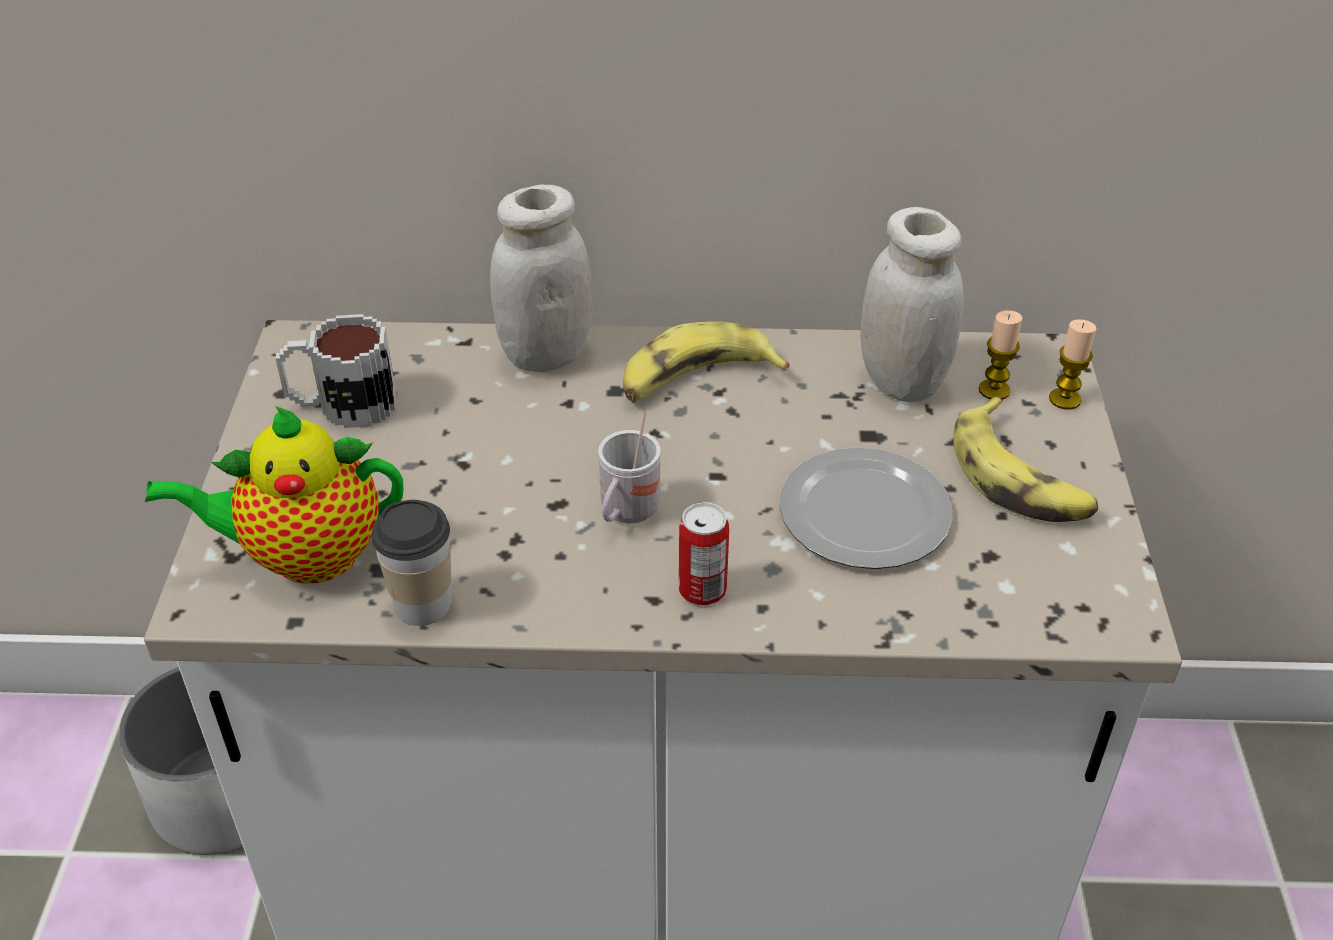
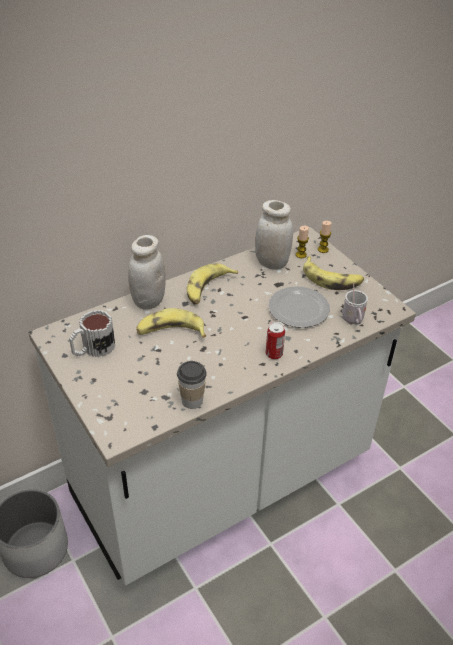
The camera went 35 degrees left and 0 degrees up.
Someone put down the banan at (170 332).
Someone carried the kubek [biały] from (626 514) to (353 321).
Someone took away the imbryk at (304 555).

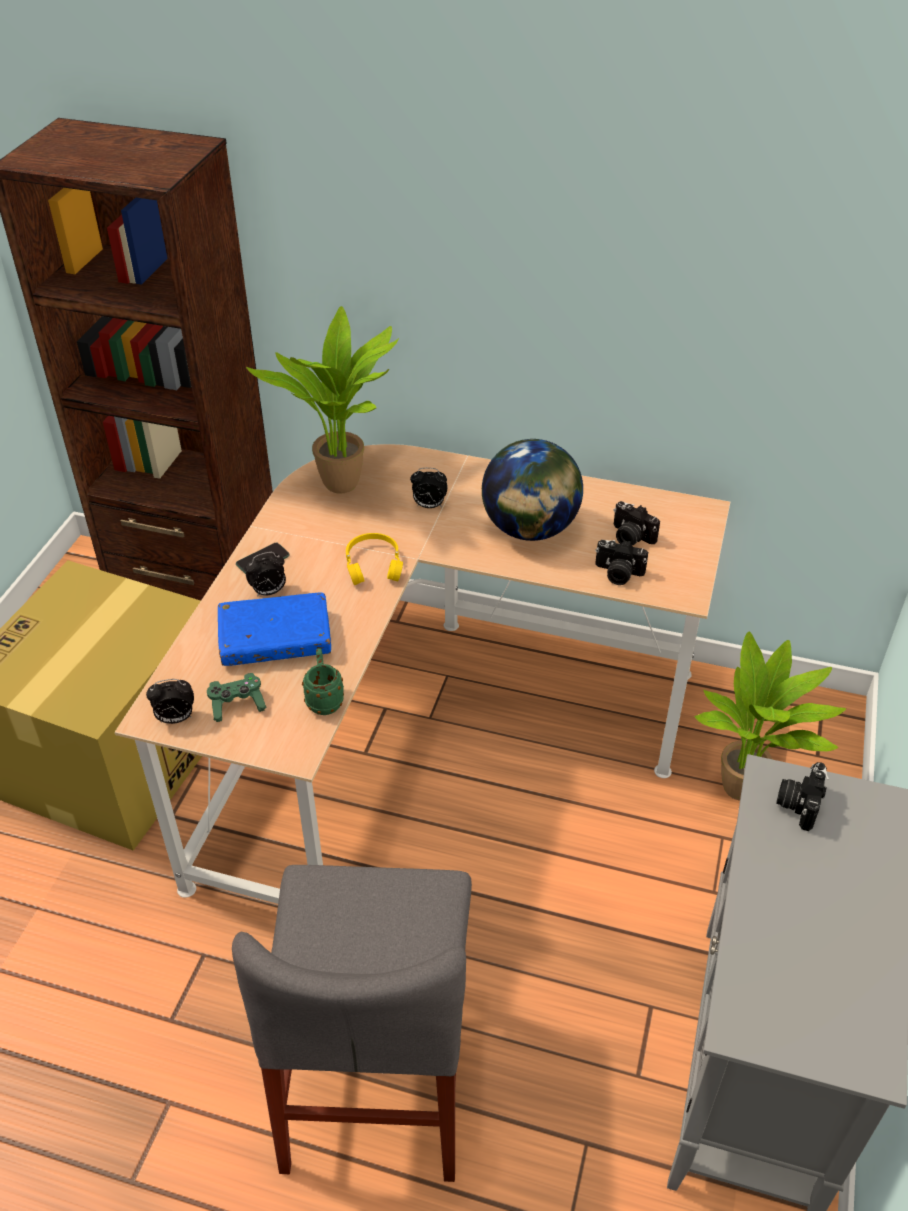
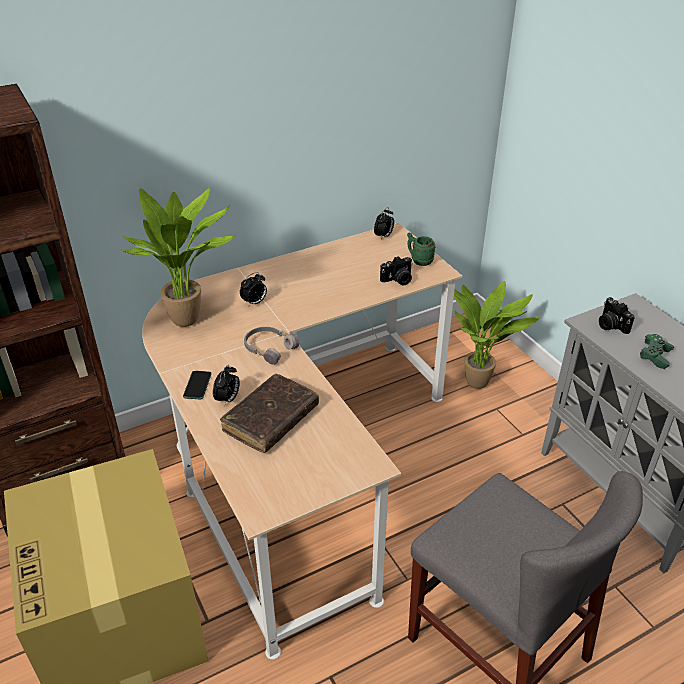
The camera went 45 degrees left and 5 degrees down.
Someone repainted the książka [niebieski] at (275 639), which became the książka [brązowy] at (271 420).
Someone repainted the słuchawki [żółty] at (374 565), which became the słuchawki [szary] at (269 348).
Someone carried the budzik from (175 718) to (383 236).
Someone carried the kubek [zielony] from (324 699) to (419 260).
Someone carried the pad do gier [zielony] from (237 704) to (655 356).
Someone took away the globus at (530 529).
Someone took away the aparat fotograficzny at (630 537).

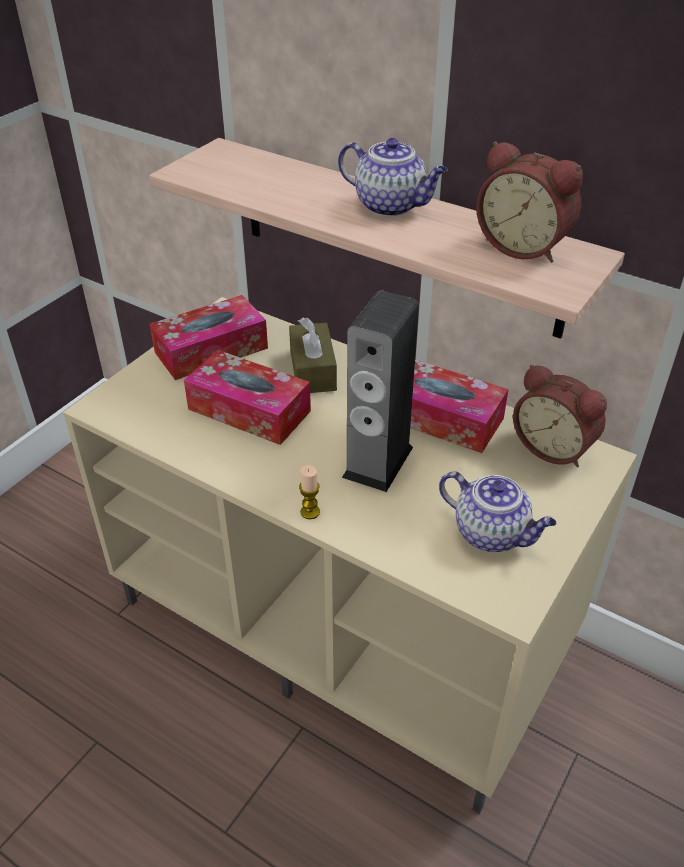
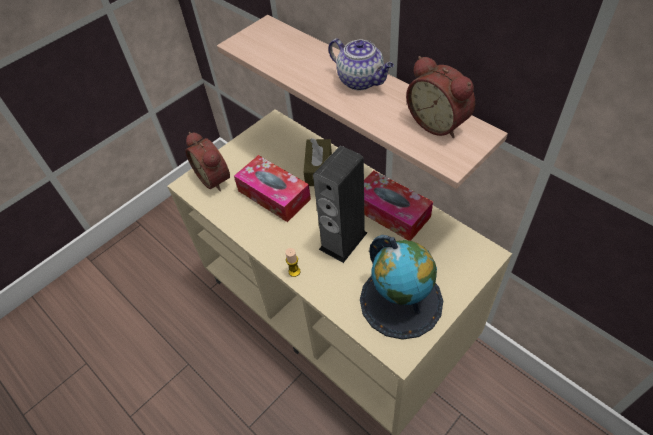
The camera went 15 degrees right and 10 degrees up.
Someone carried the budzik from (554 447) to (215 178).
Someone swapped the imbryk at (492 534) for the globus at (401 300).
Someone took away the pudełko chusteczek at (211 350).

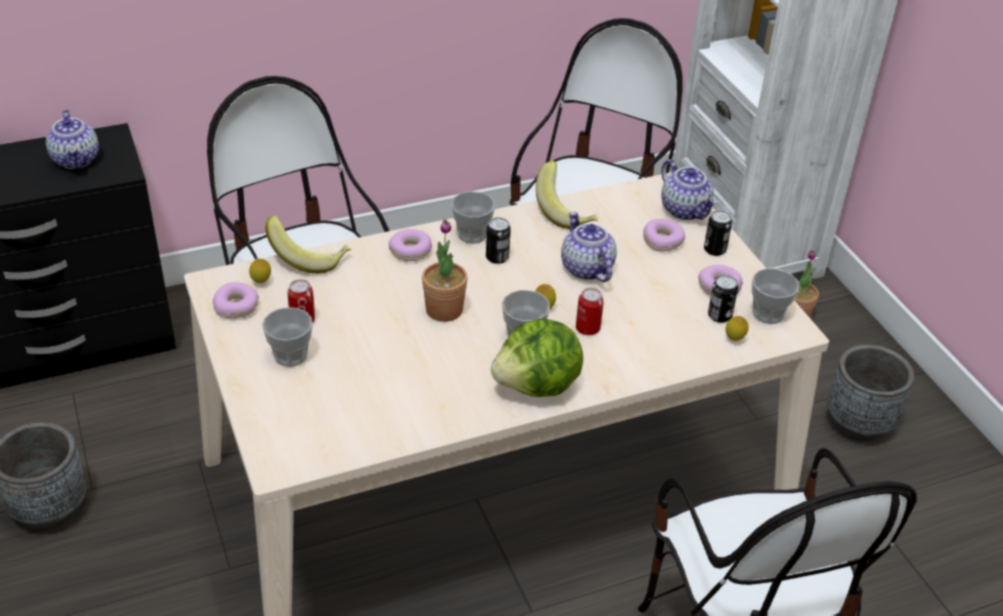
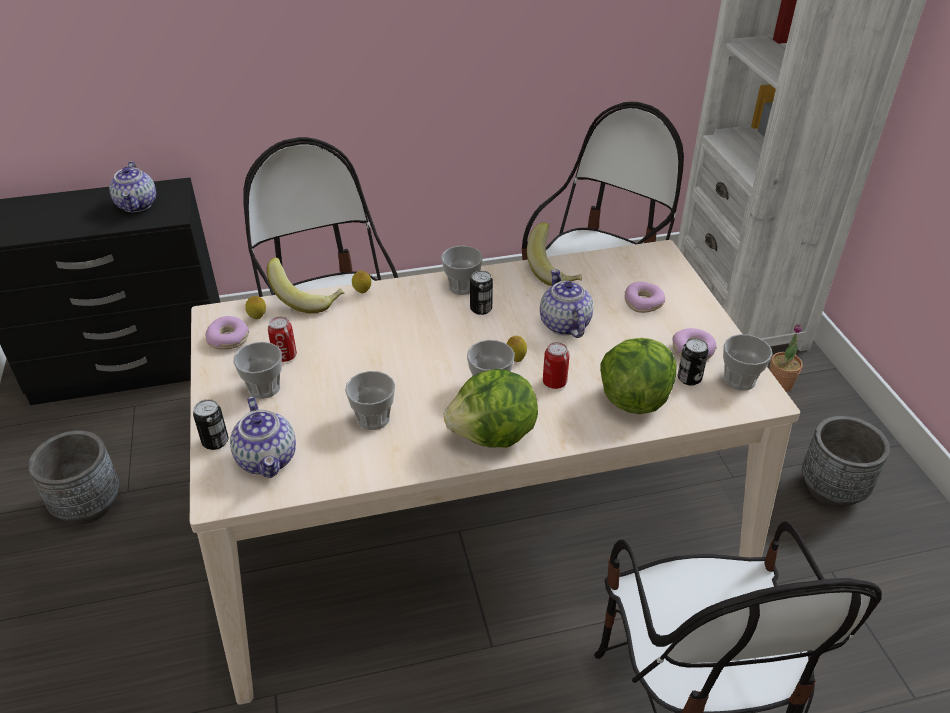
The camera went 10 degrees right and 0 degrees up.
Someone carried the puszka from (714 250) to (215 441).
Someone carried the imbryk from (686 210) to (268 459).
Someone put down the filiżanka at (373 418).
Someone carried the cytryna from (734 340) to (362 293).
Someone put down the sałata at (634 398).
Someone took away the donut at (410 251).
Someone took away the roślina doniczkowa at (444 310).

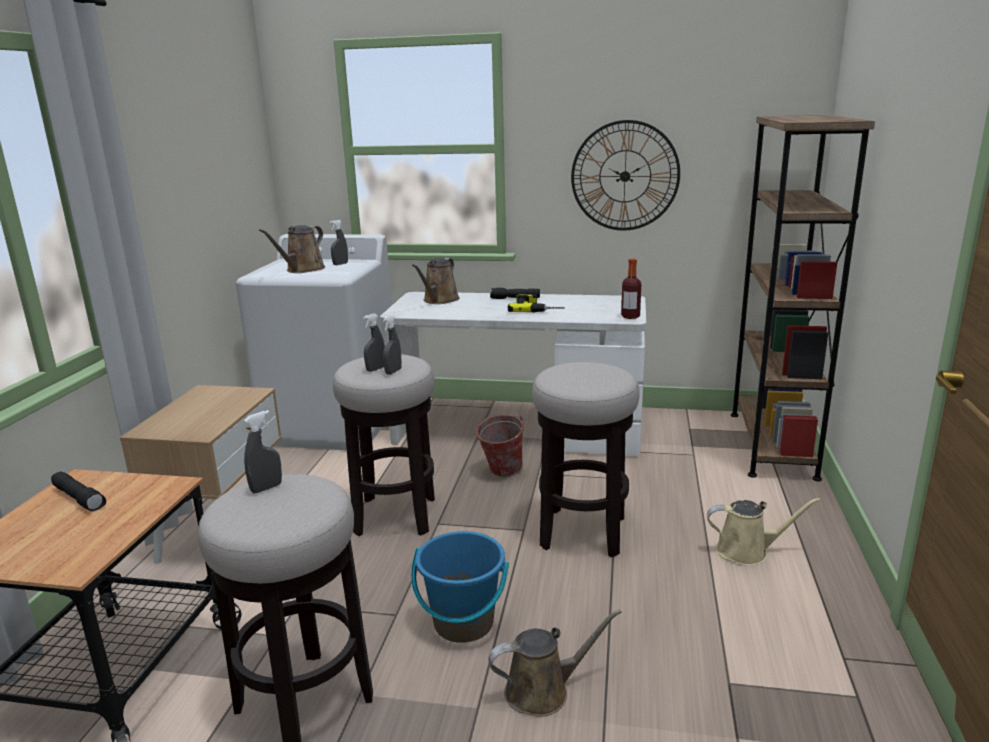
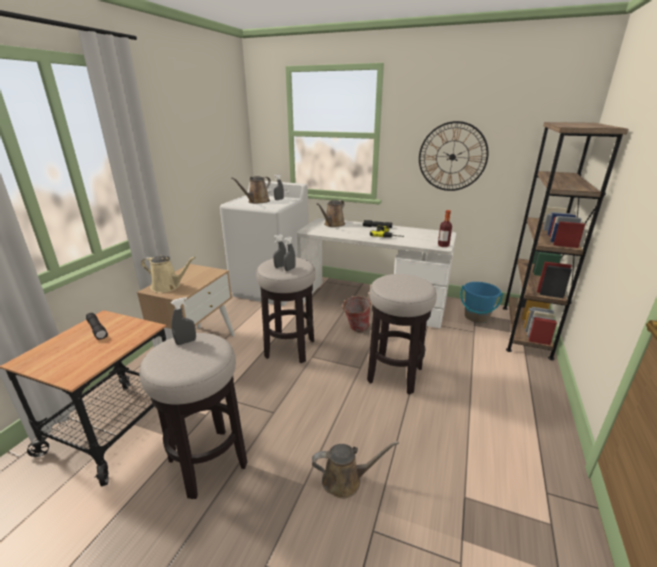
The camera went 10 degrees right and 5 degrees up.
Someone carried the konewka [beżowy] from (747 551) to (168 286).
Someone carried the wiadro [niebieski] from (463 623) to (476 317).

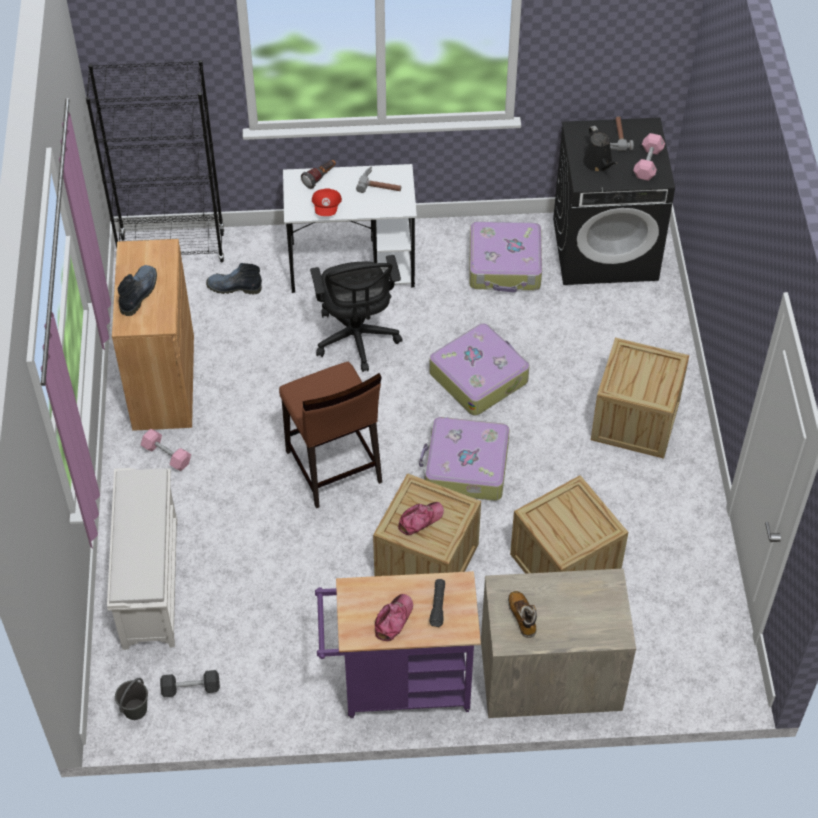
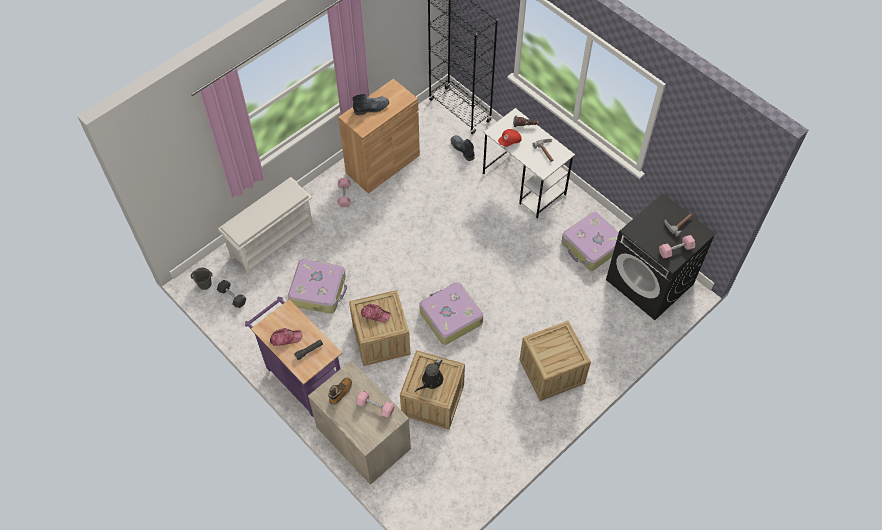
The camera went 50 degrees right and 5 degrees up.
Someone carried the walizka from (479 376) to (318 290).
Someone put down the hantel [różowy] at (375 406).
Someone carried the konewka [czarny] from (598 164) to (431 381).
Someone took away the stołek [brązowy] at (333 468).
Someone took away the krzesło biurowe [czarny] at (357 339).

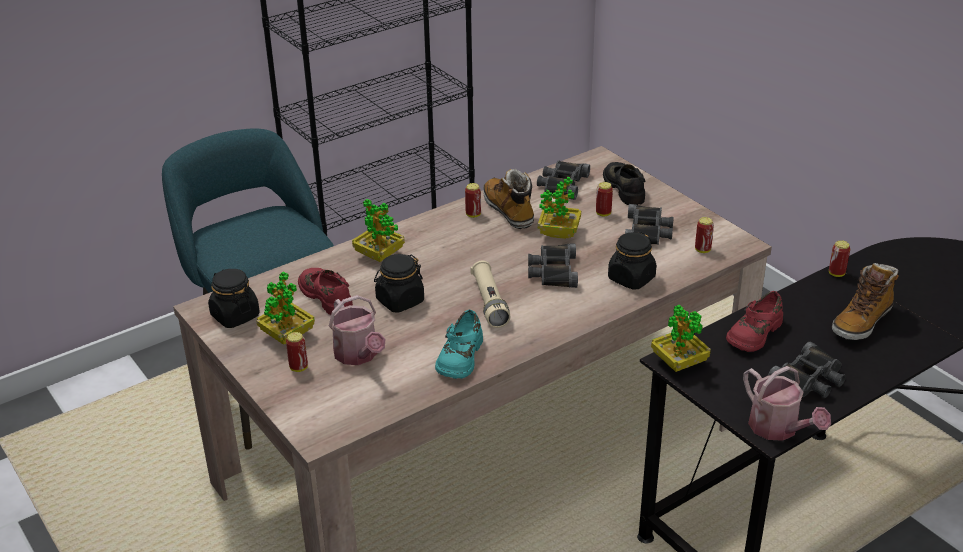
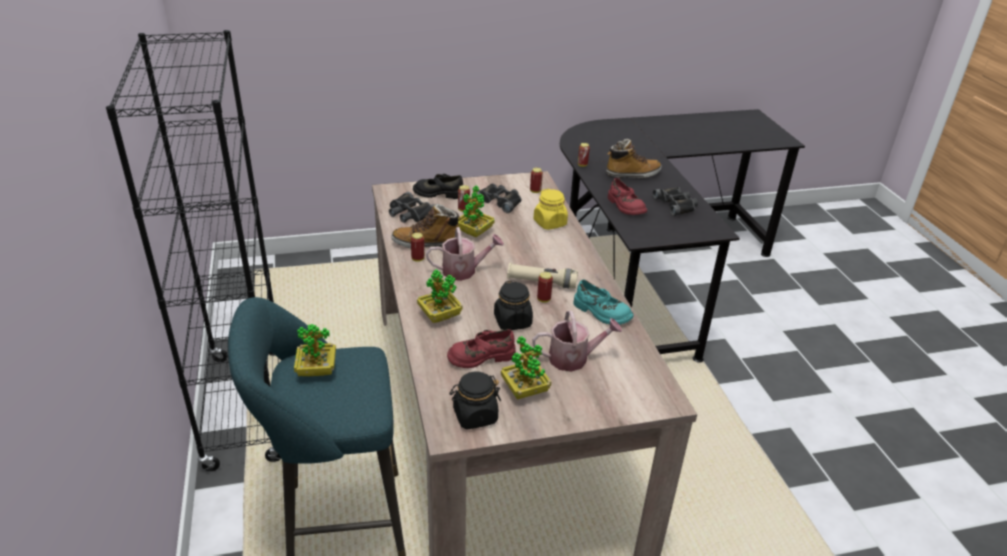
The camera went 70 degrees left and 0 degrees up.
Someone carried the roślina doniczkowa from (679 363) to (317 370).
Someone carried the konewka from (778 429) to (464 270).
Someone repainted the słoik [czarny] at (631 279), which became the słoik [żółty] at (550 223).
Someone carried the puszka from (298 368) to (543 299).
Someone rotated the but z cholewką at (861 322) by 75 degrees counterclockwise.
Someone took away the lornetka [czarny] at (553 271).

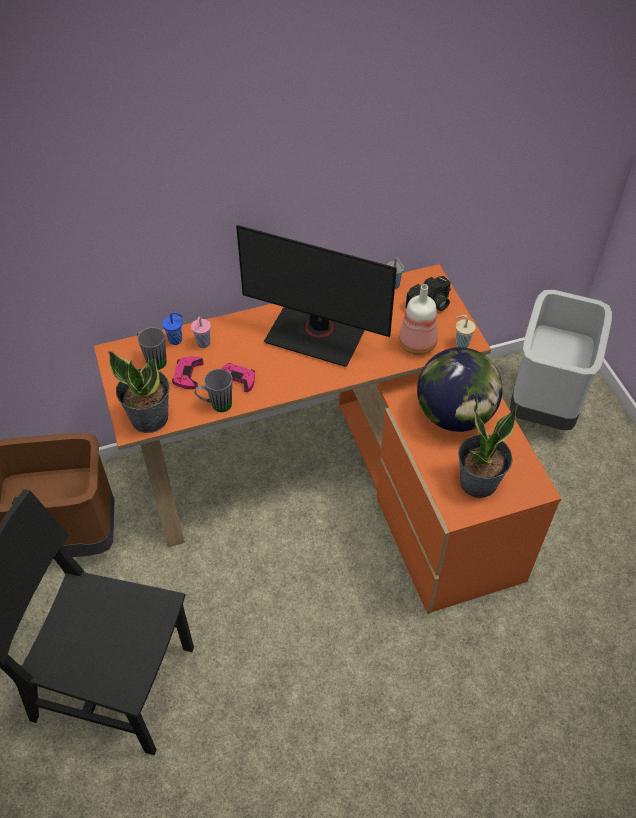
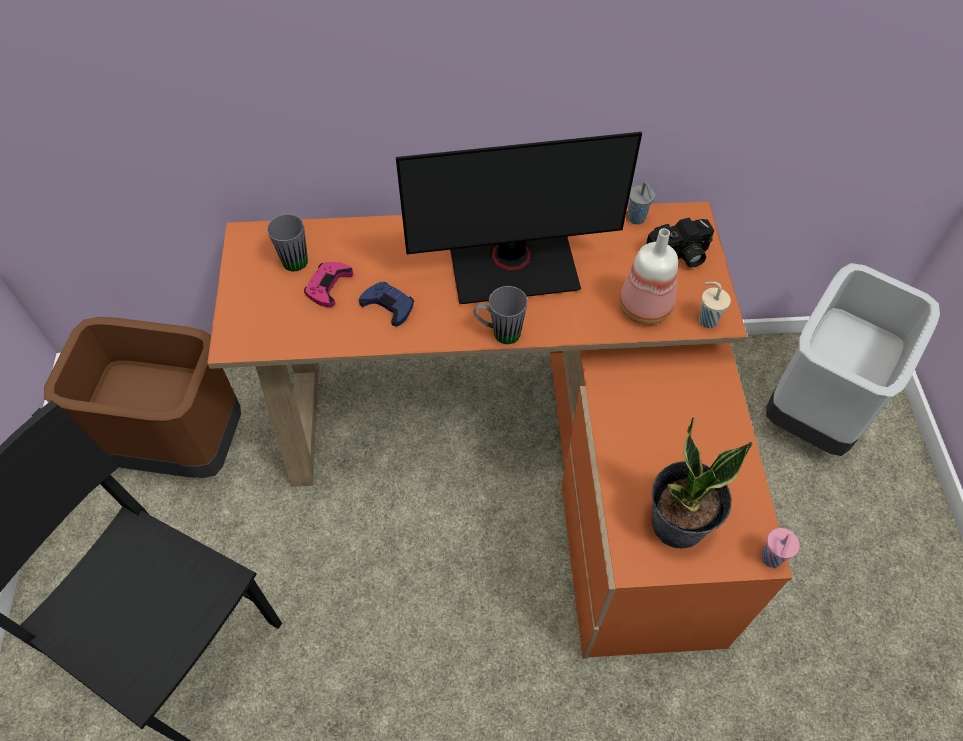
The camera went 15 degrees right and 5 degrees up.
Someone repainted the pad do gier [różowy] at (236 379), which became the pad do gier [niebieski] at (388 305).
Someone rotated the monitor at (316 334) by 45 degrees counterclockwise.
Someone carried the kubek [szary] from (216 405) to (499 333).
Someone carried the filiżanka [różowy] from (203 344) to (771 559).
Someone took away the roślina doniczkowa at (149 417).
Someone took away the filiżanka [niebieski] at (176 340).
Someone took away the globus at (454 415).

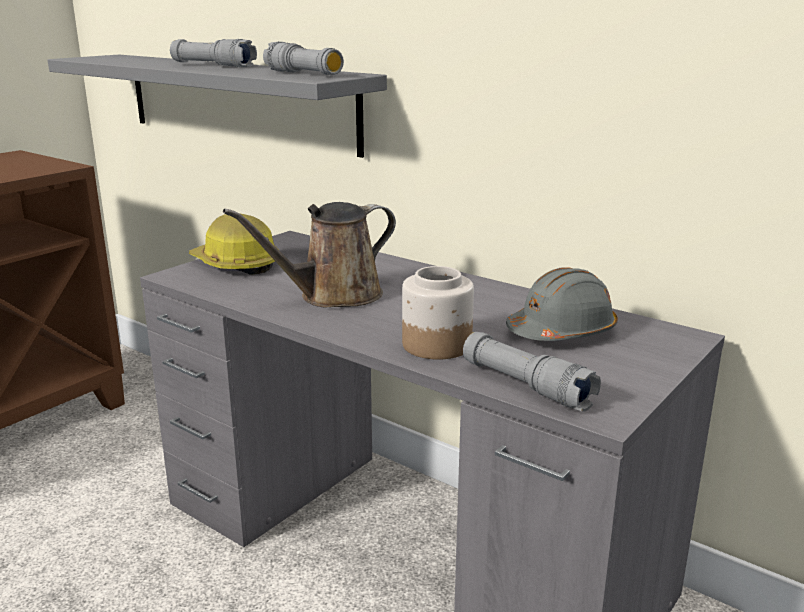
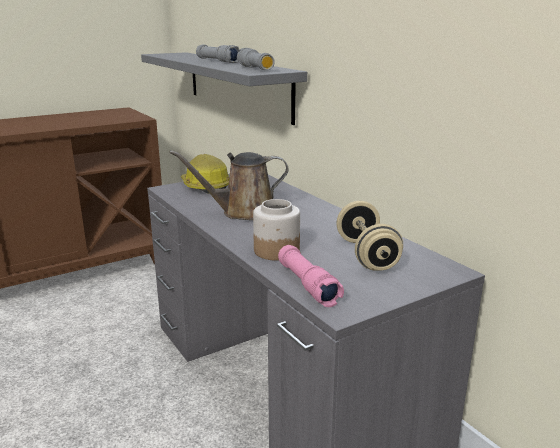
The camera went 20 degrees right and 0 degrees up.
Someone repainted the latarka [szary] at (526 386), which became the latarka [różowy] at (307 285).
Someone swapped the kask [szary] at (562 332) for the hantel [beżowy] at (366 255).

